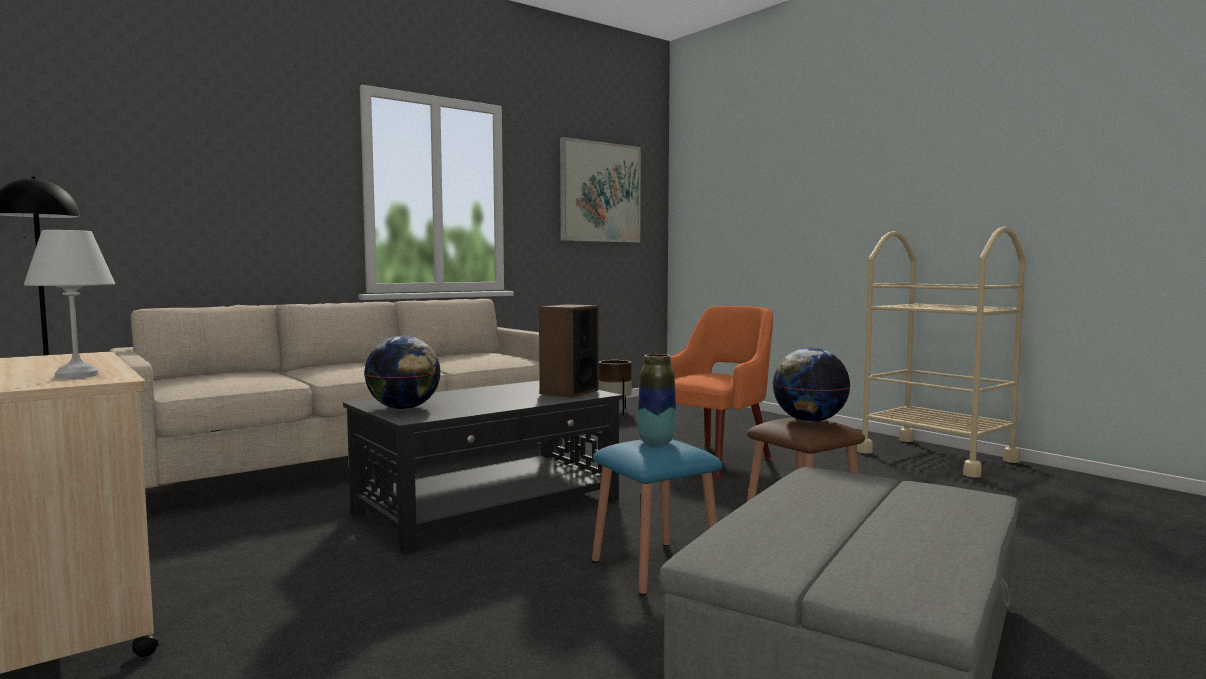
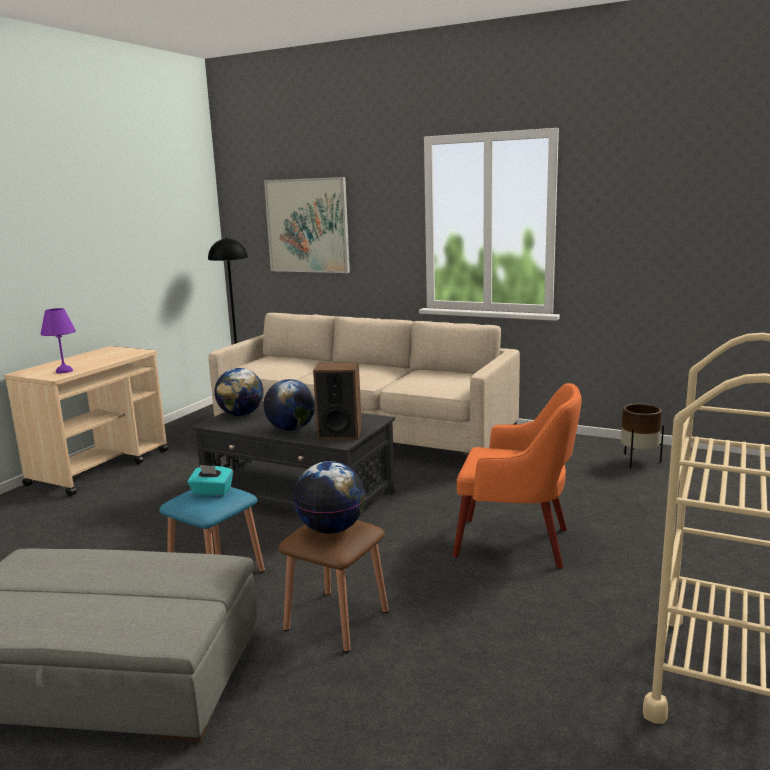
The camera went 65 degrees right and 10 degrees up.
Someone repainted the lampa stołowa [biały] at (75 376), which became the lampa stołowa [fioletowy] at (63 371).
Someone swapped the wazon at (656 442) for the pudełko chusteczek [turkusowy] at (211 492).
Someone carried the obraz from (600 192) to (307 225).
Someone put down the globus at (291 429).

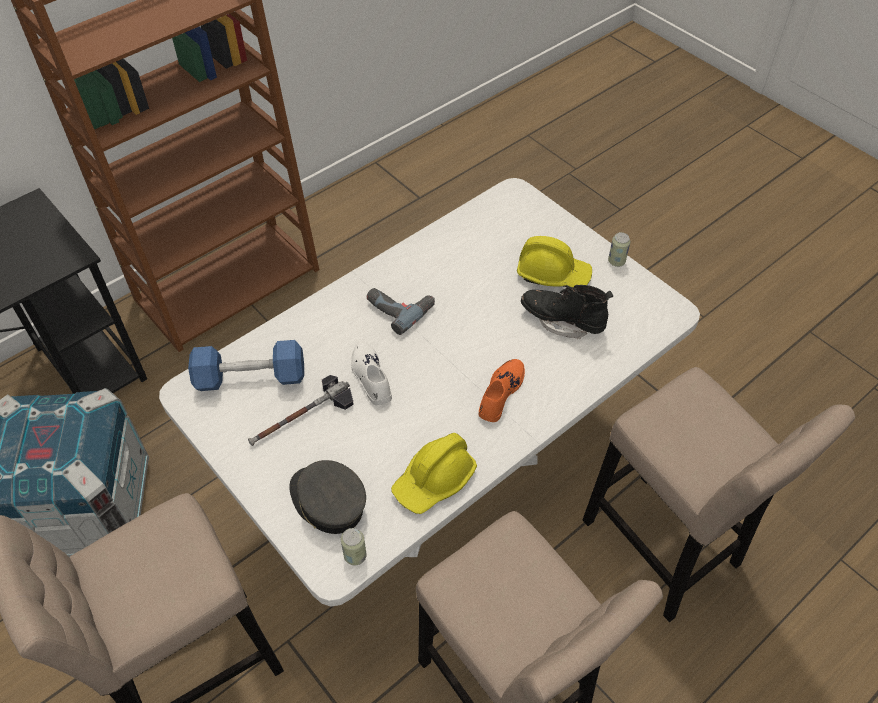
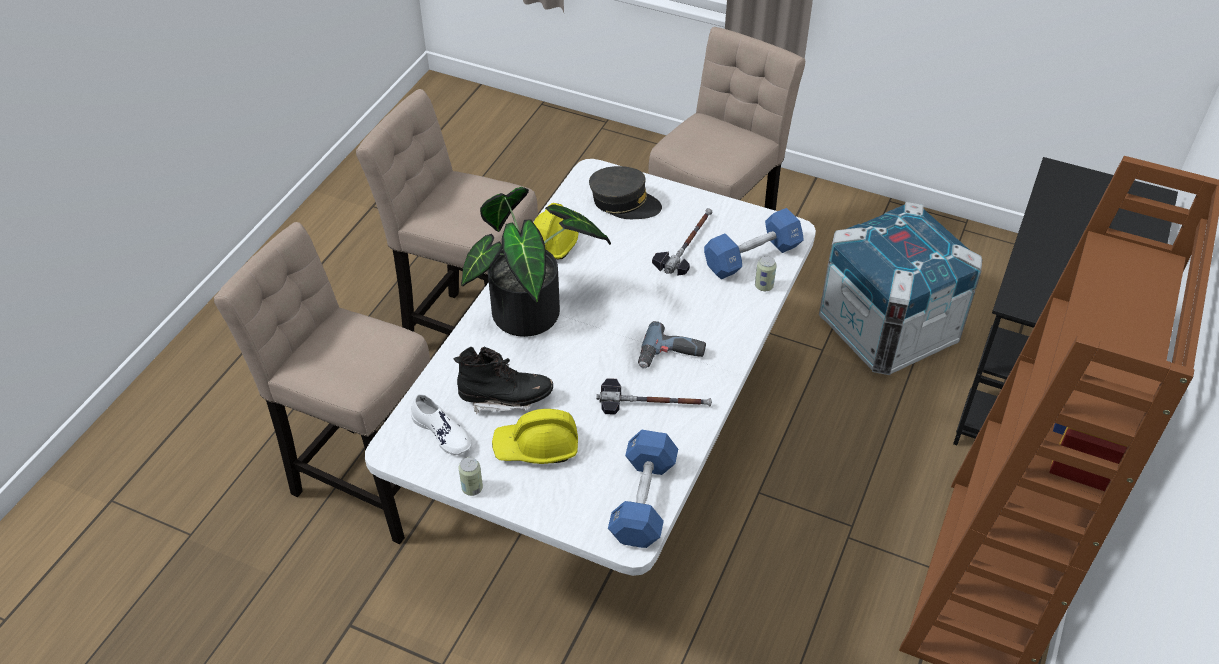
The camera went 155 degrees right and 5 degrees down.
Someone carried the but [biały] from (371 377) to (442 432).
Someone swapped the but [pomarańczowy] at (500 393) for the roślina doniczkowa at (534 315).
Someone put down the młotek at (654 402).
Someone put down the hantel [niebieski] at (643 500).
Someone carried the puszka from (355 556) to (764 286).

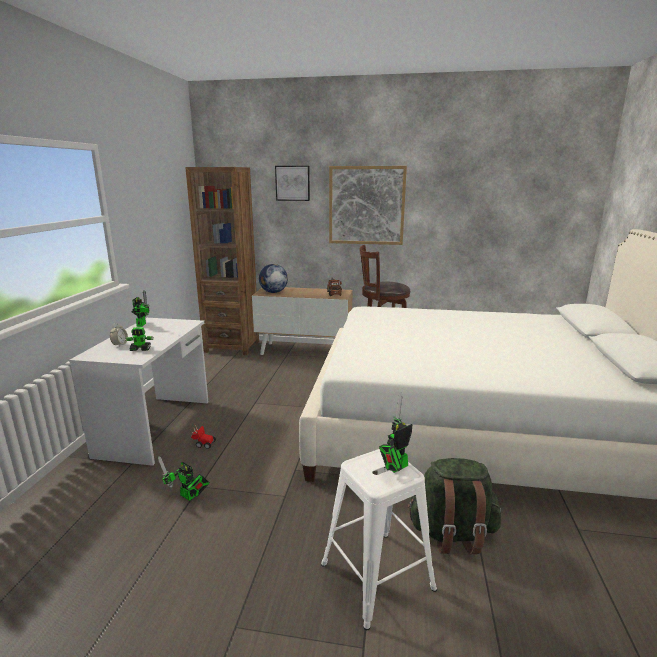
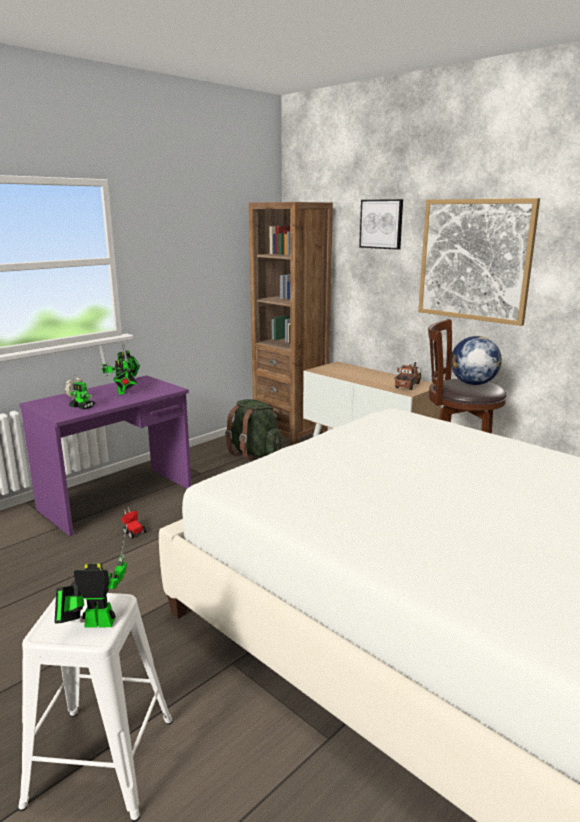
The camera went 35 degrees right and 0 degrees up.
Someone repainted the biurko [biały] at (157 427), which became the biurko [fioletowy] at (117 499).
Someone carried the robot zabawkowy from (189 497) to (121 393).
Someone carried the plecak [zielony] from (452 533) to (254 453).
Someone carried the globus from (273 292) to (472 383).

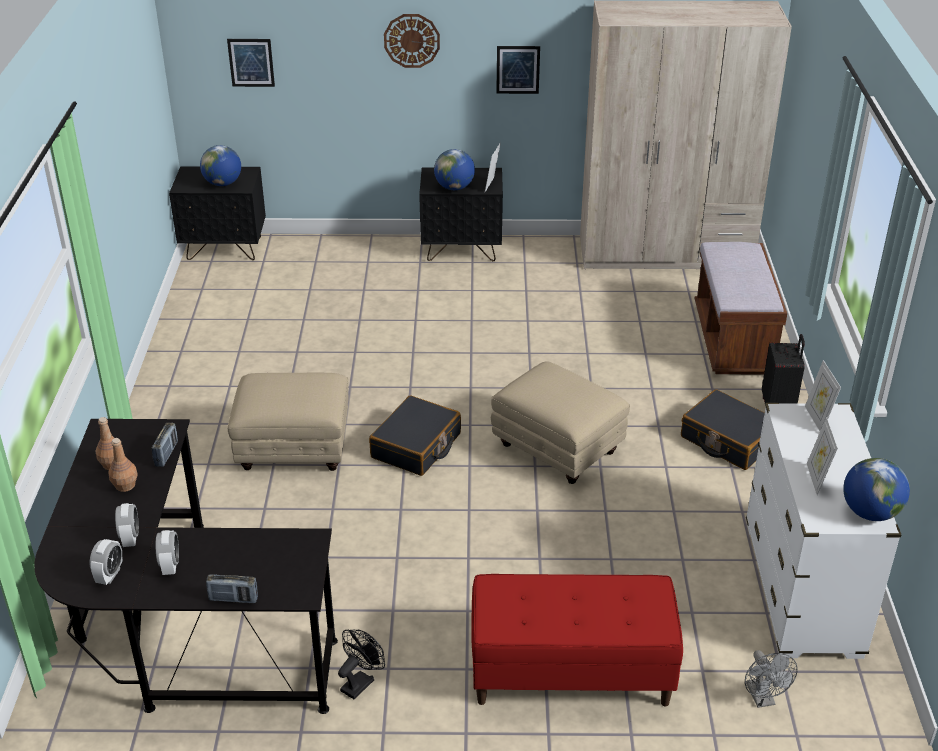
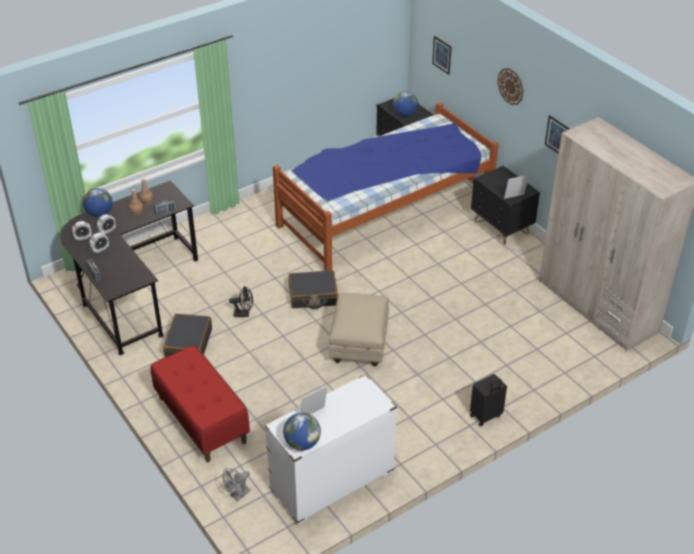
The camera went 55 degrees right and 5 degrees up.
Someone carried the globus from (454 188) to (100 214).
Someone carried the walizka [czarny] from (728 440) to (188 344).
Someone carried the wentylator [czarny] from (360 682) to (244 314).
Someone put down the łóżko at (384 213).
Someone took away the pufa [beżowy] at (295 449).
Someone took away the ławka [brązowy] at (733 341).
Someone took away the ramka na zdjęcie at (817 419).

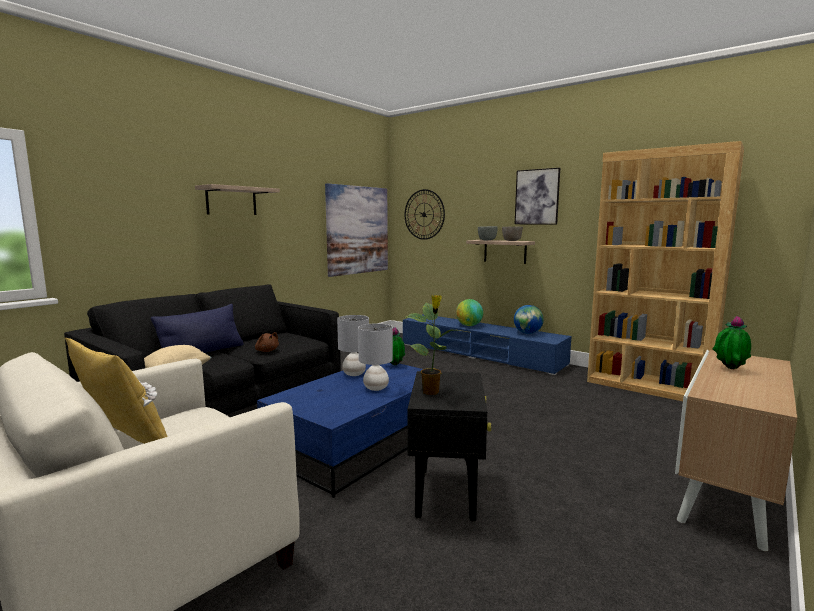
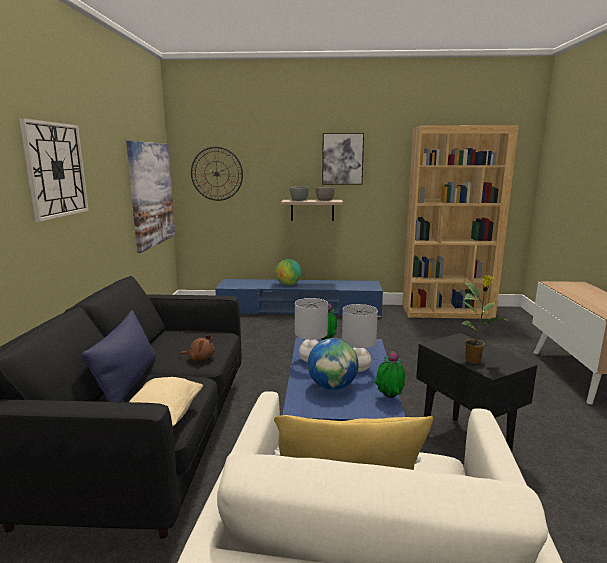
The camera went 35 degrees left and 5 degrees up.
Someone swapped the półka at (231 201) for the zegar ścienny at (56 170).
Someone carried the globus from (527 333) to (332 387).
Someone carried the roślina doniczkowa from (729 369) to (389 399).

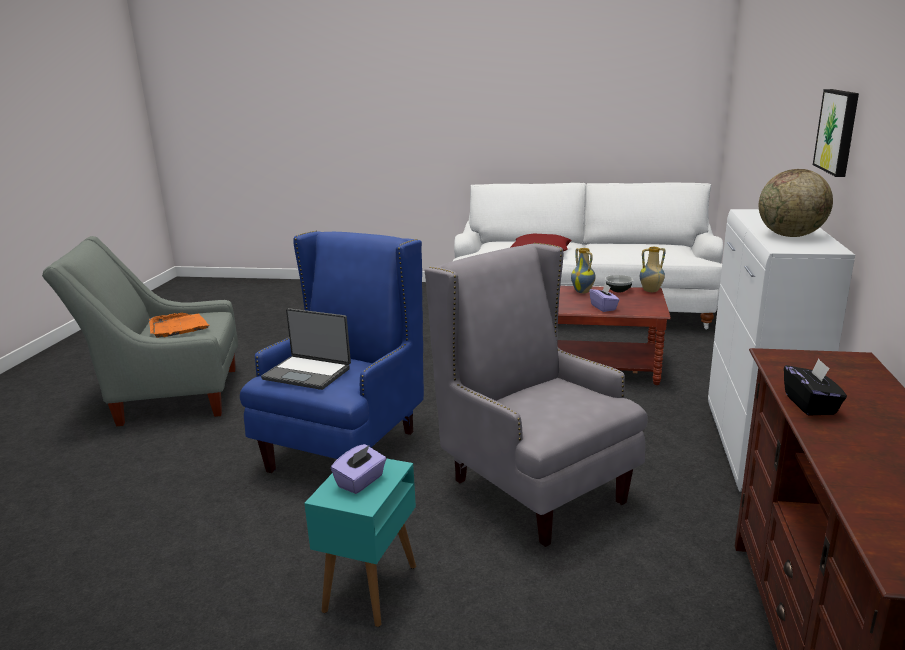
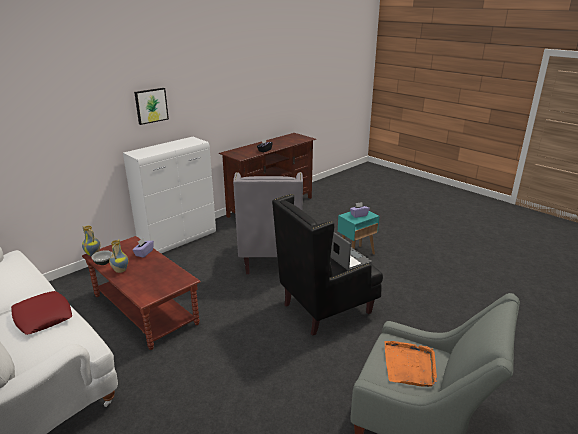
The camera went 145 degrees left and 5 degrees up.
Someone repainted the fotel [niebieski] at (344 449), which became the fotel [czarny] at (326 309).
Someone took away the globus at (790 235).

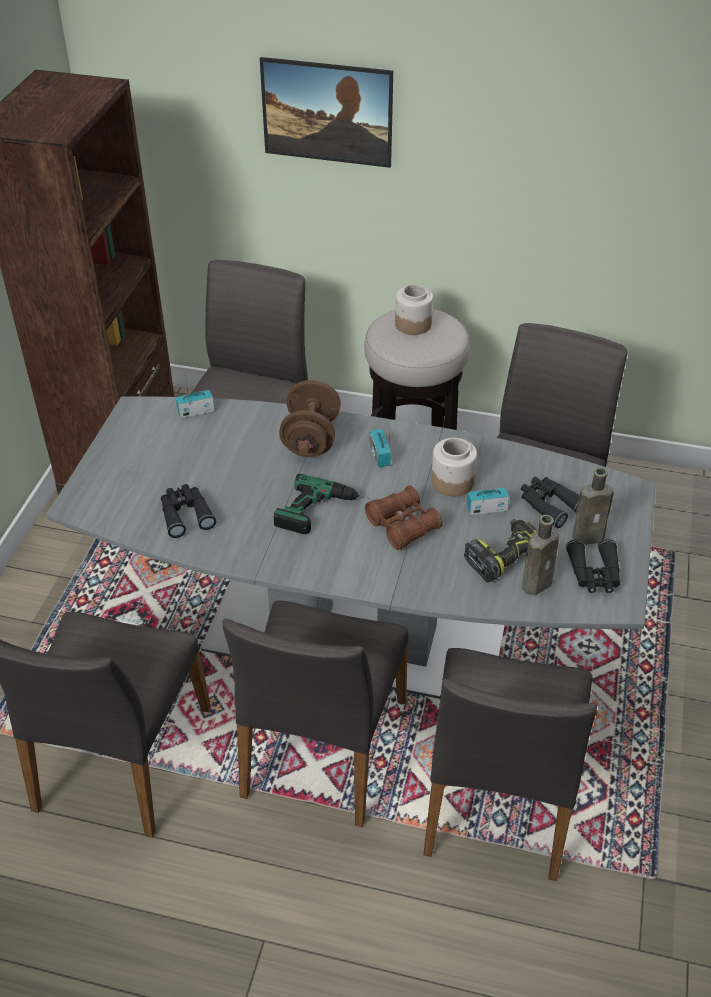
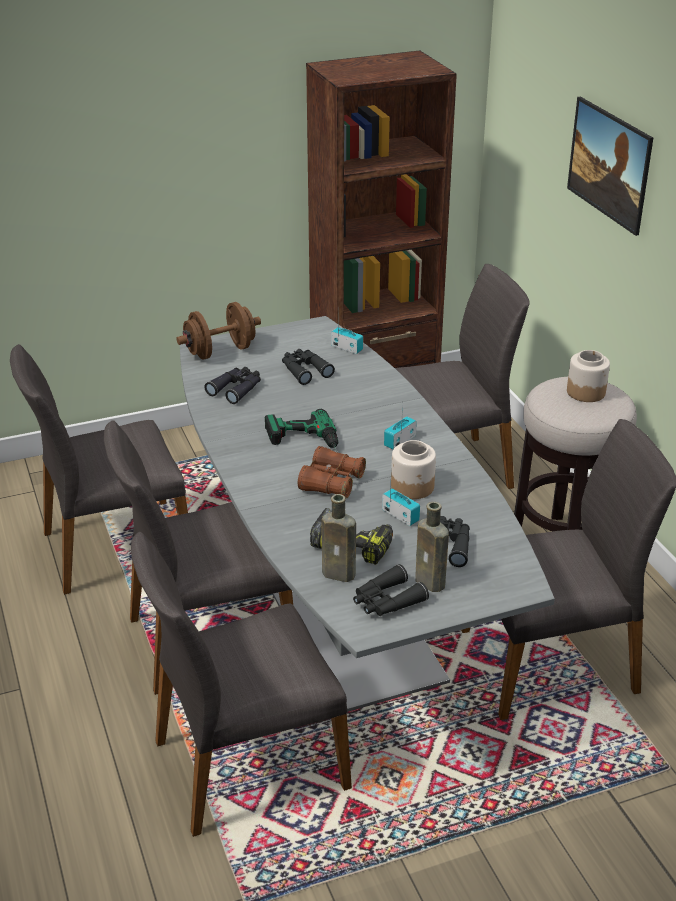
The camera went 55 degrees right and 10 degrees down.
Someone carried the hantel [brązowy] from (311 439) to (220 351).
Someone put down the lornetka [czarny] at (304 370).

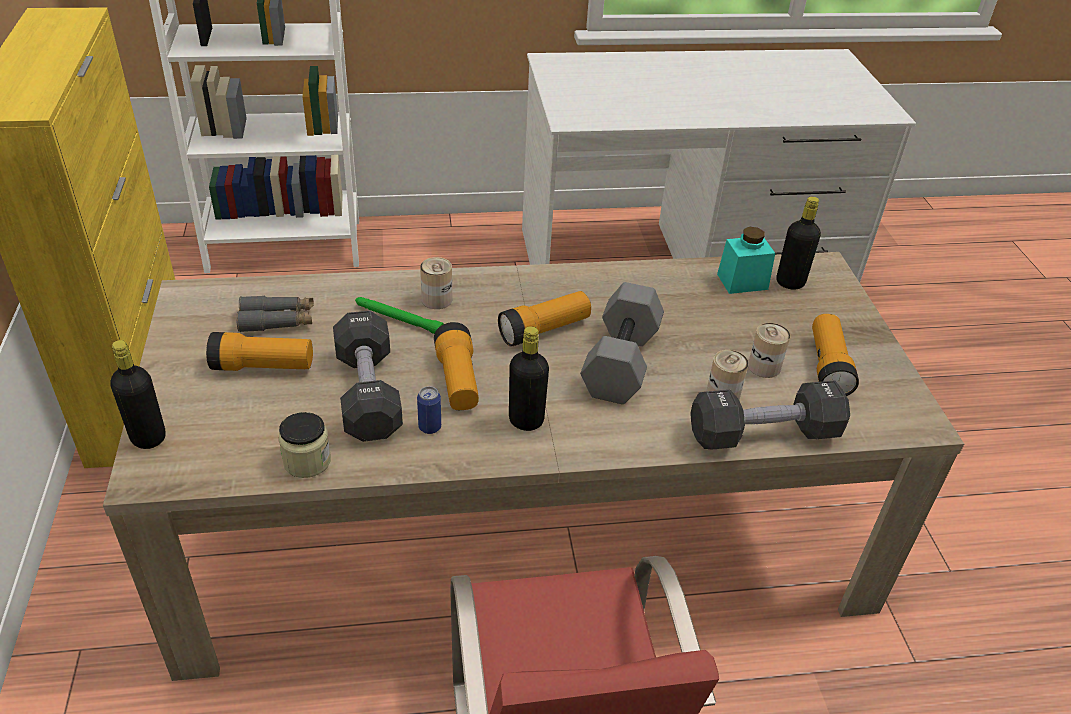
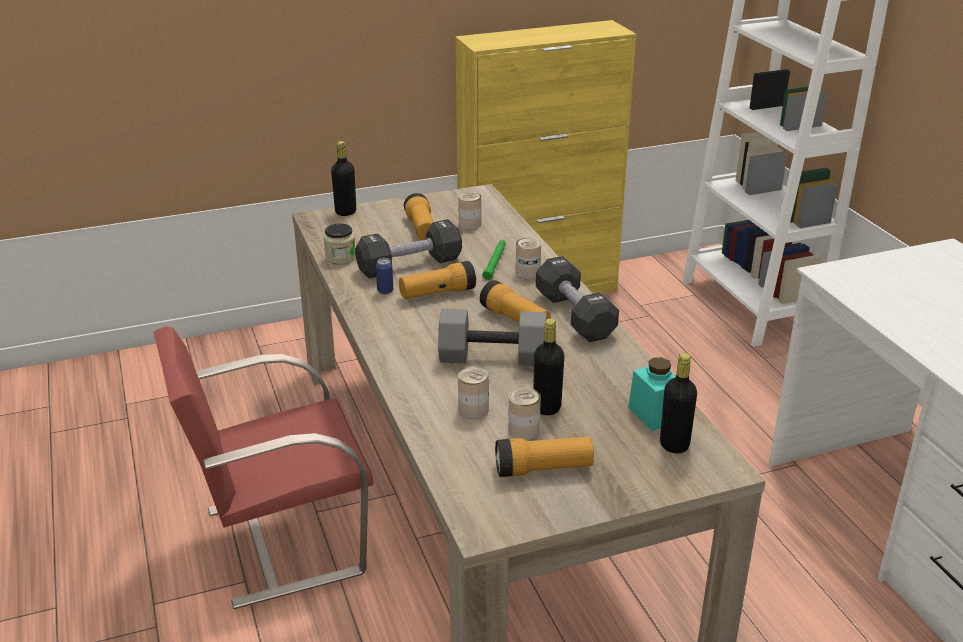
The camera went 80 degrees right and 10 degrees down.
Someone swapped the lornetka [szary] at (277 320) for the puszka at (470 224).
Someone carried the butelka [czarny] from (526 420) to (547 407).
Someone carried the hantel [czarny] from (764 434) to (574 316).

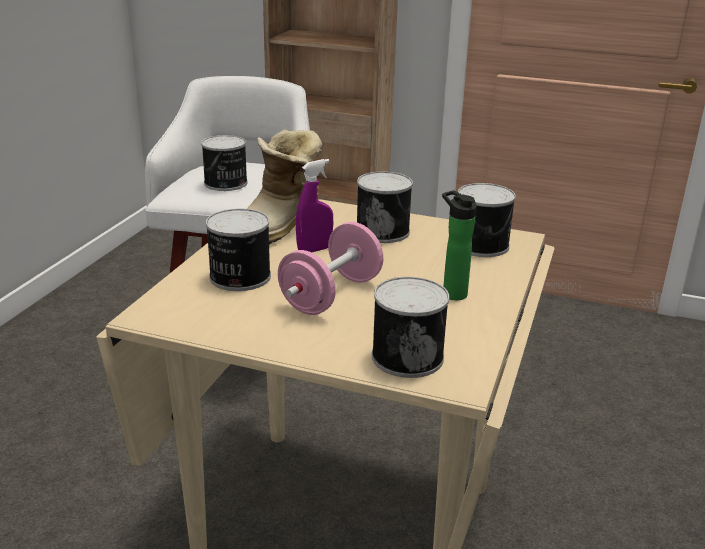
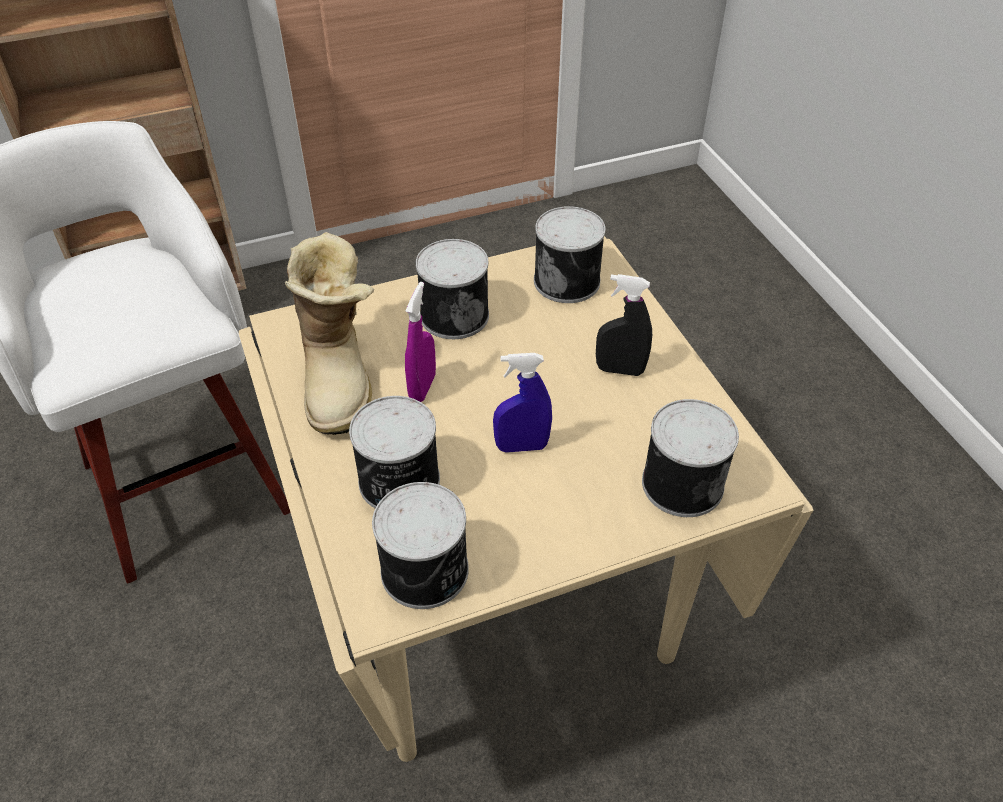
The camera went 40 degrees left and 20 degrees up.
Someone carried the puszka from (226 183) to (427 571).
Someone swapped the hantel [różowy] at (331 295) for the spryskiwacz [niebieski] at (521 446).
Someone swapped the butelka at (452 293) for the spryskiwacz [czarny] at (620 370).

